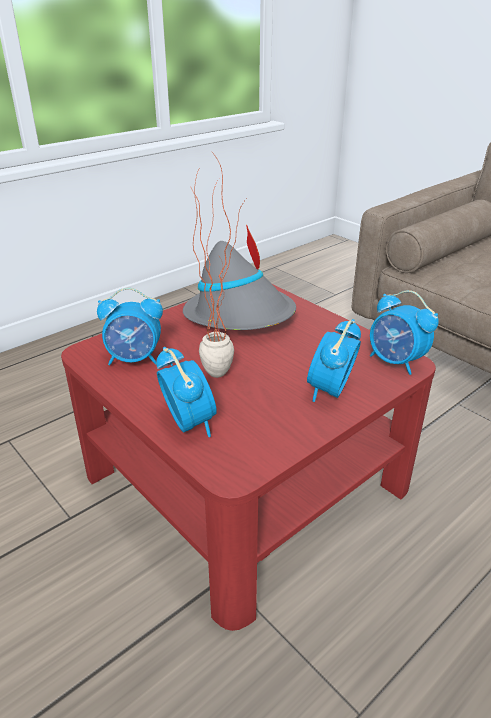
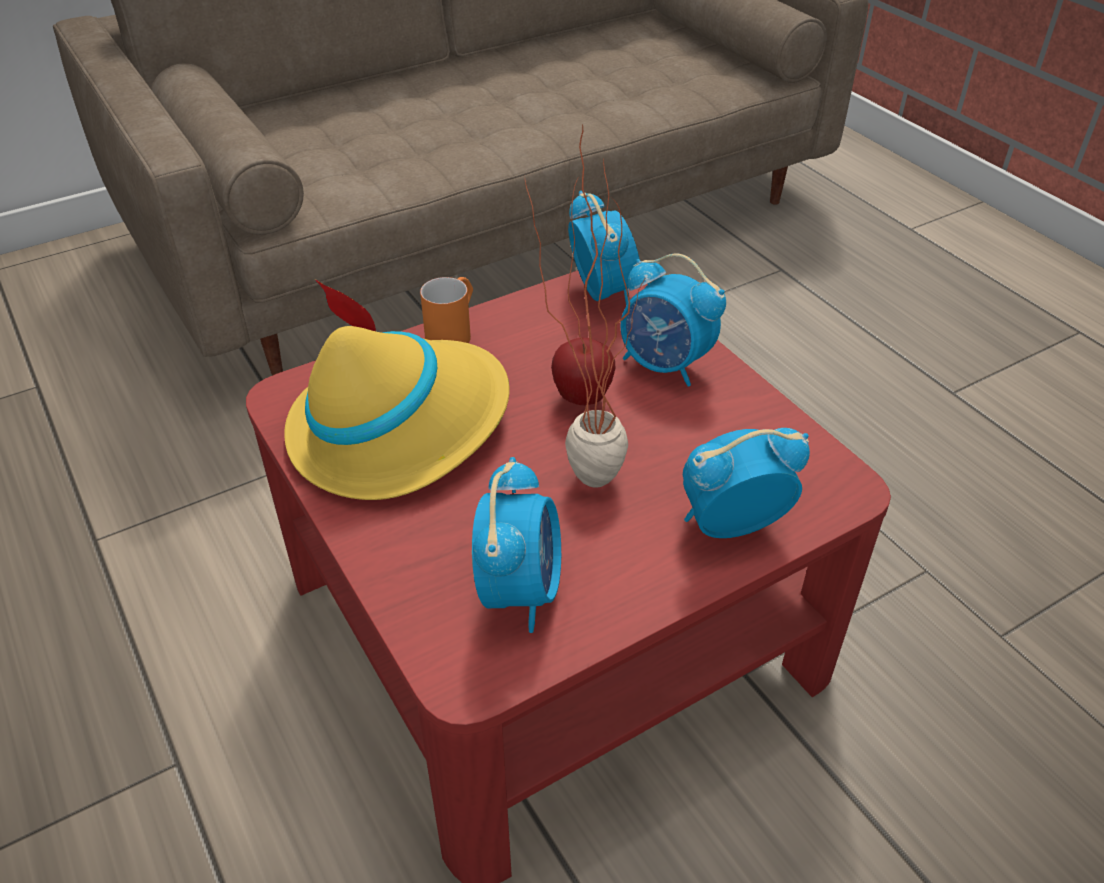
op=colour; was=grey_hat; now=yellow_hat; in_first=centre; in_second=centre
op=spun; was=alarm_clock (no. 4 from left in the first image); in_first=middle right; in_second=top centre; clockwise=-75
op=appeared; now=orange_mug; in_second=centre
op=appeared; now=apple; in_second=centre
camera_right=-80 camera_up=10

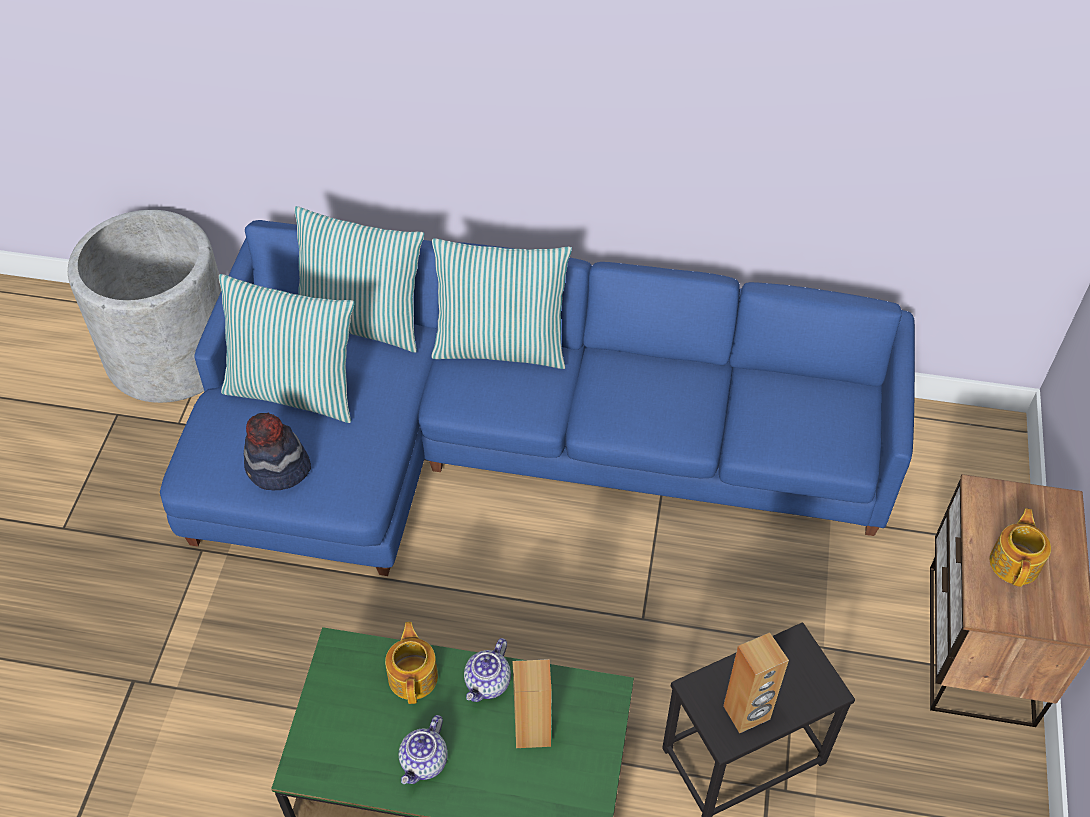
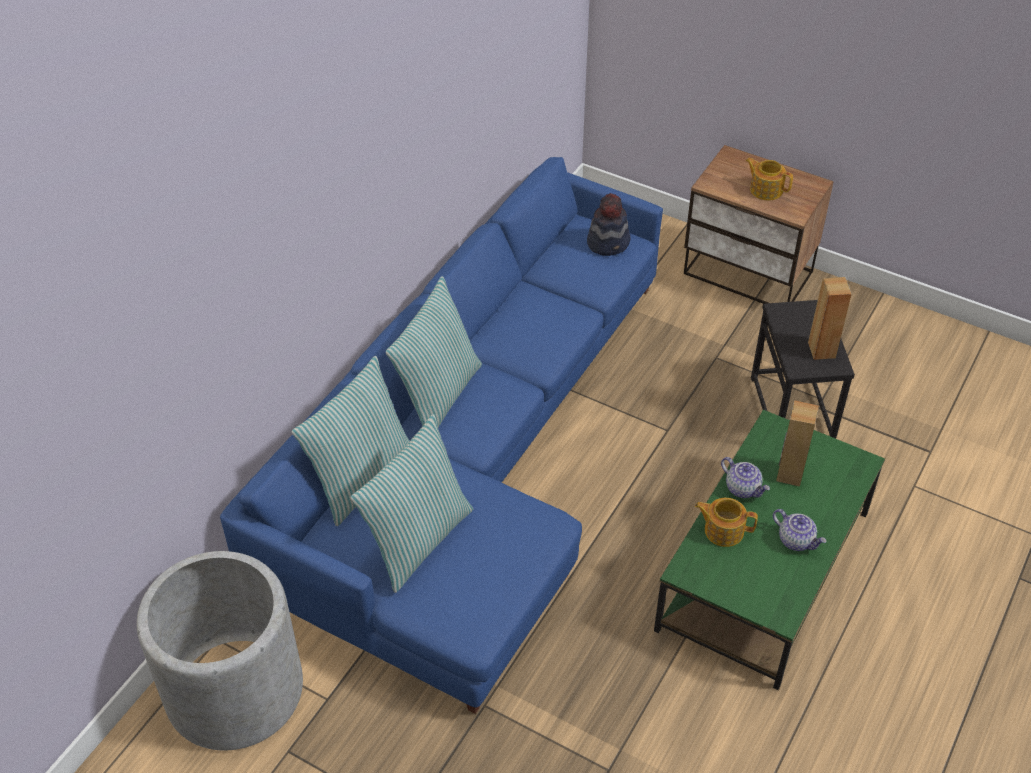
op=relocated; was=hat; in_first=middle left; in_second=top centre
camera_right=-70 camera_up=-5

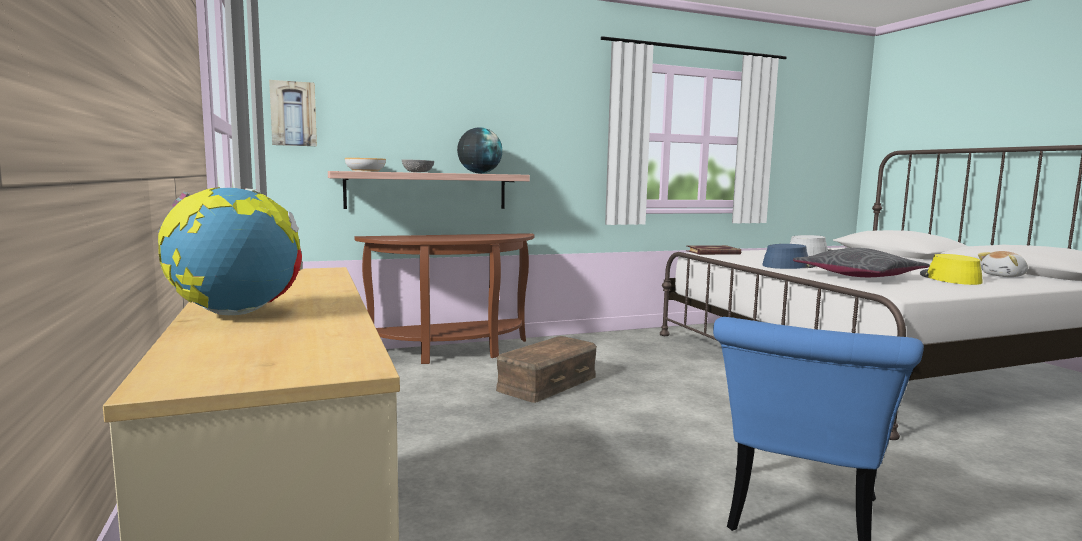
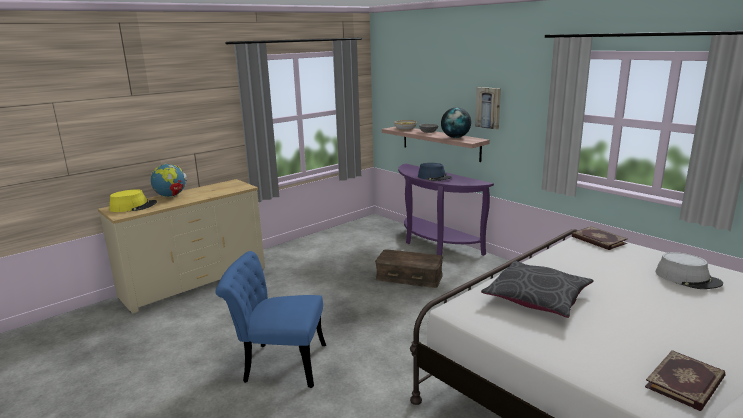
op=relocated; was=picture; in_first=top left; in_second=top centre
op=colour; was=brown_console_table; now=purple_console_table; in_first=centre; in_second=centre
op=relocated; was=blue_hat; in_first=middle right; in_second=centre
op=relocated; was=yellow_hat; in_first=middle right; in_second=middle left
op=exchanged; was=plush_toy; now=book (no. 2 from left); in_first=middle right; in_second=bottom right
camera_right=70 camera_up=10

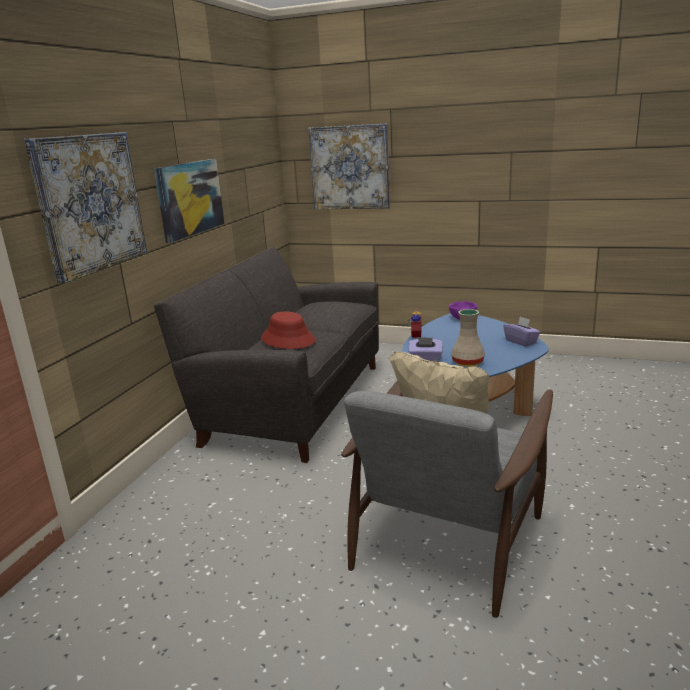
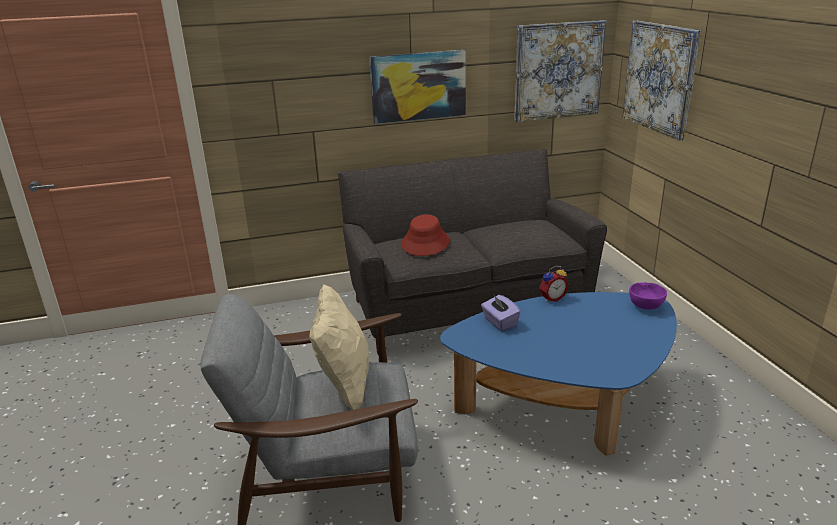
op=relocated; was=picture (no. 1 from left in the first image); now=picture (no. 2 from left); in_first=top left; in_second=top right
op=missing; was=beige_vase; in_first=middle right
op=missing; was=purple_tissue_box (no. 2 from left); in_first=middle right
camera_right=55 camera_up=5

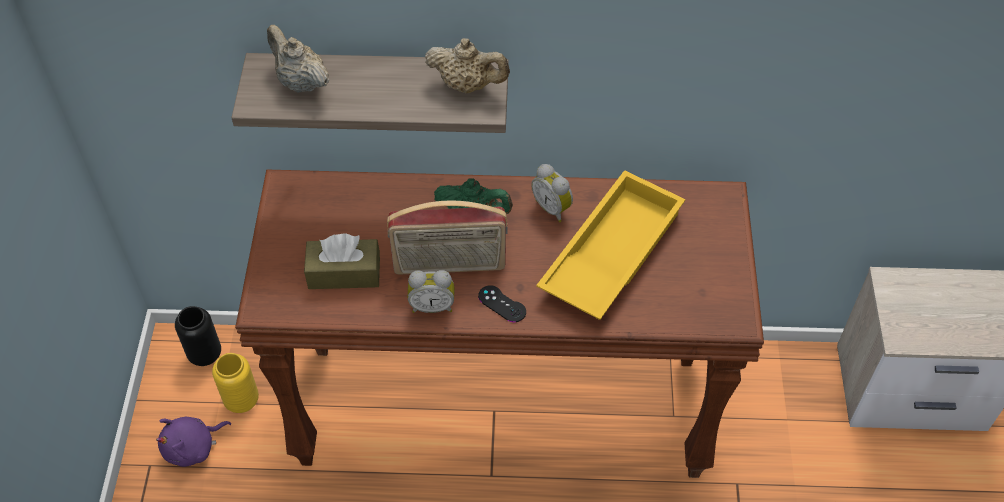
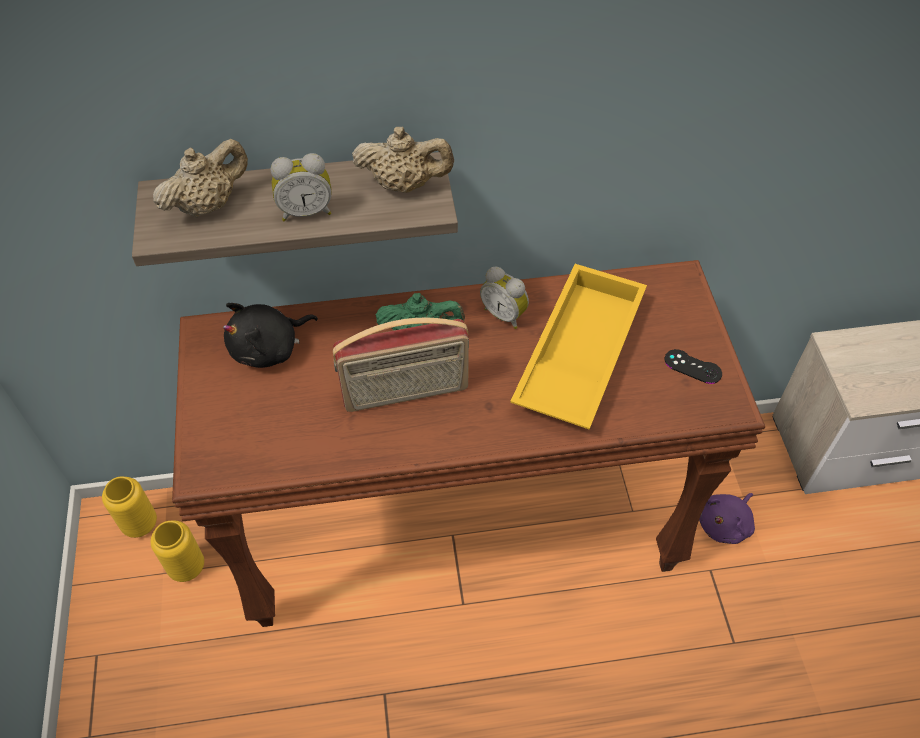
op=relocated; was=purple_plush_toy; in_first=bottom left; in_second=bottom right
op=colour; was=black_vase; now=yellow_vase (no. 1 from left); in_first=bottom left; in_second=bottom left
op=spun; was=beige_teapot (no. 1 from left); in_first=top left; in_second=top left; clockwise=105
op=missing; was=brown_tissue_box; in_first=centre
op=relocated; was=alarm_clock (no. 1 from left); in_first=centre; in_second=top left
op=relocated; was=black_game_controller; in_first=centre; in_second=middle right
op=appeared; now=black_plush_toy; in_second=middle left
camera_right=-10 camera_up=0

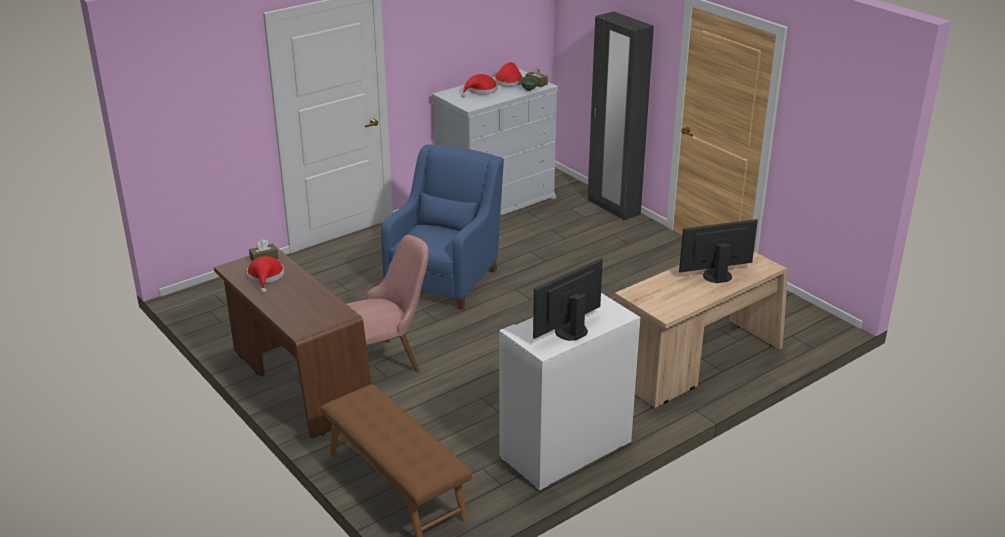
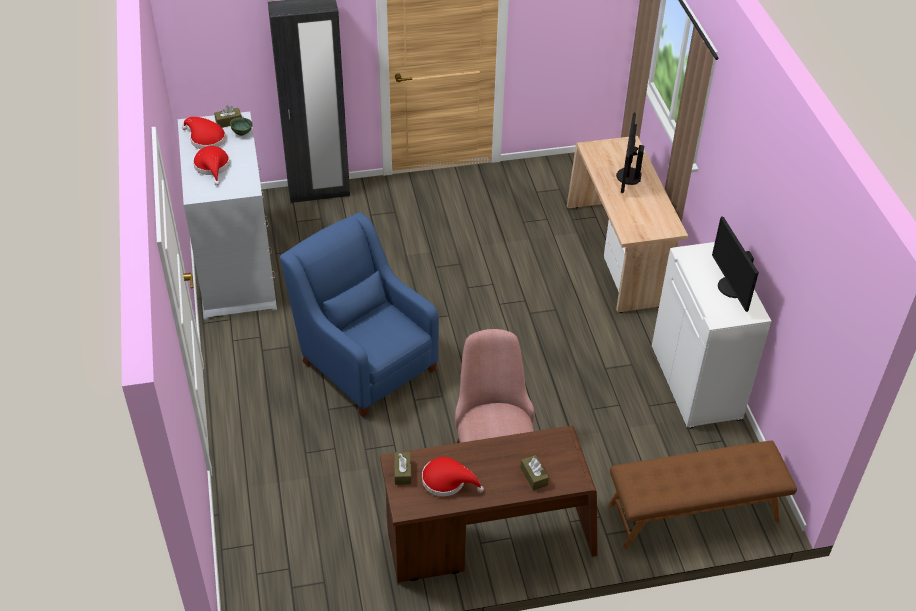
op=appeared; now=brown_tissue_box (no. 3 from left); in_second=bottom centre
camera_right=-65 camera_up=15

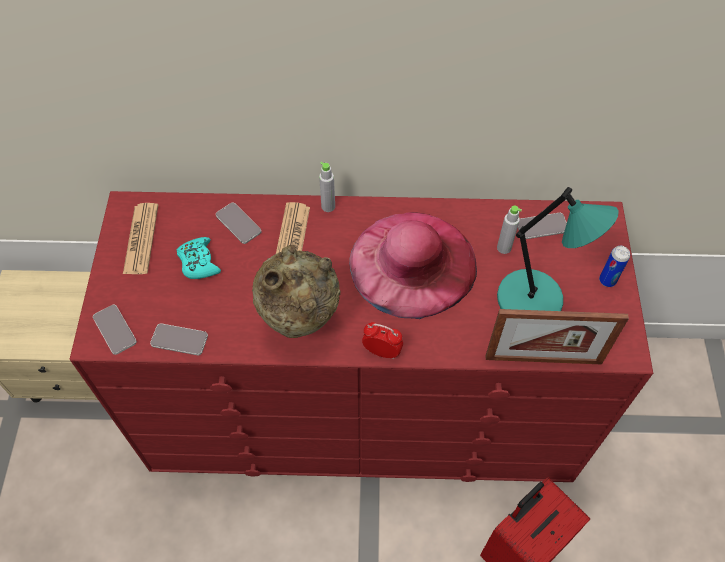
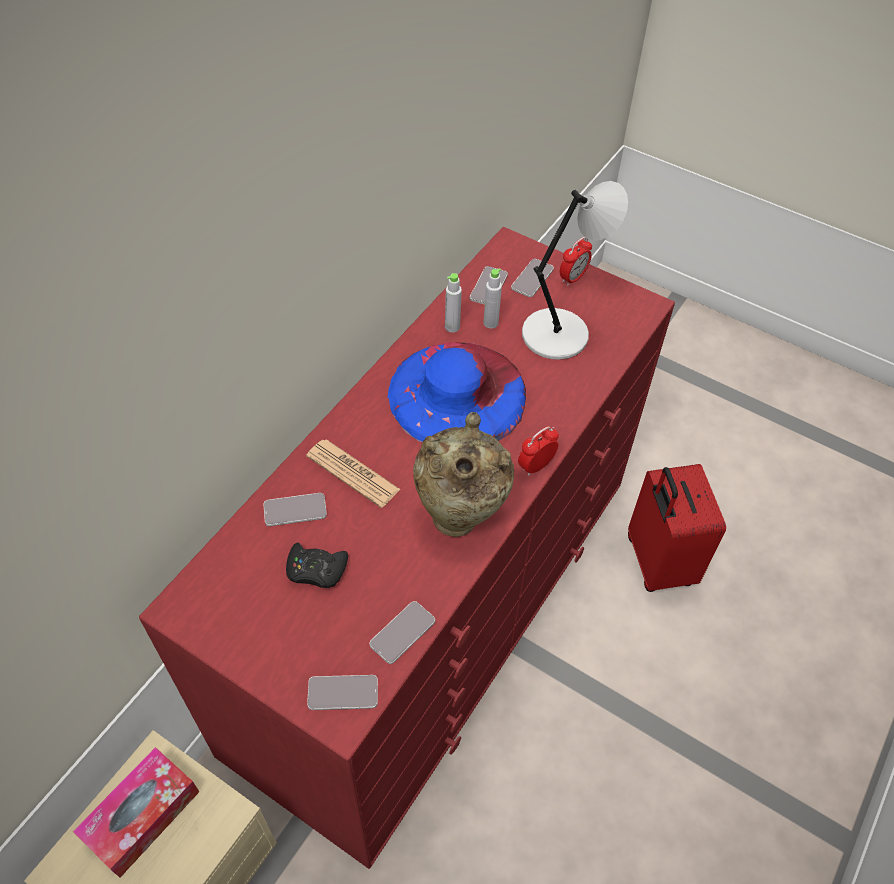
op=missing; was=newspaper (no. 1 from left); in_first=middle left
op=colour; was=turquoise_game_controller; now=black_game_controller; in_first=middle left; in_second=centre
op=relocated; was=grey_bottle (no. 1 from left); in_first=top centre; in_second=centre
op=colour; was=pink_hat; now=blue_hat; in_first=centre; in_second=centre
op=missing; was=picture_frame; in_first=middle right
op=colour; was=turquoise_table_lamp; now=grey_table_lamp; in_first=middle right; in_second=top centre
op=exchanged; was=can; now=alarm_clock (no. 2 from left); in_first=middle right; in_second=top centre
op=appeared; now=tissue_box; in_second=bottom left
op=appeared; now=phone (no. 5 from left); in_second=top centre
camera_right=-60 camera_up=-5

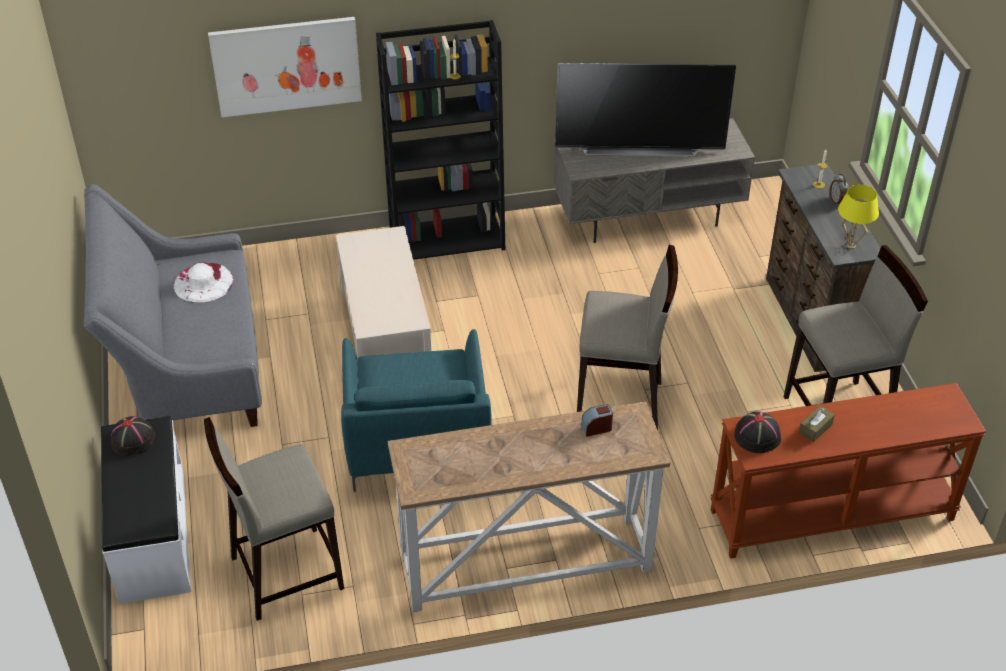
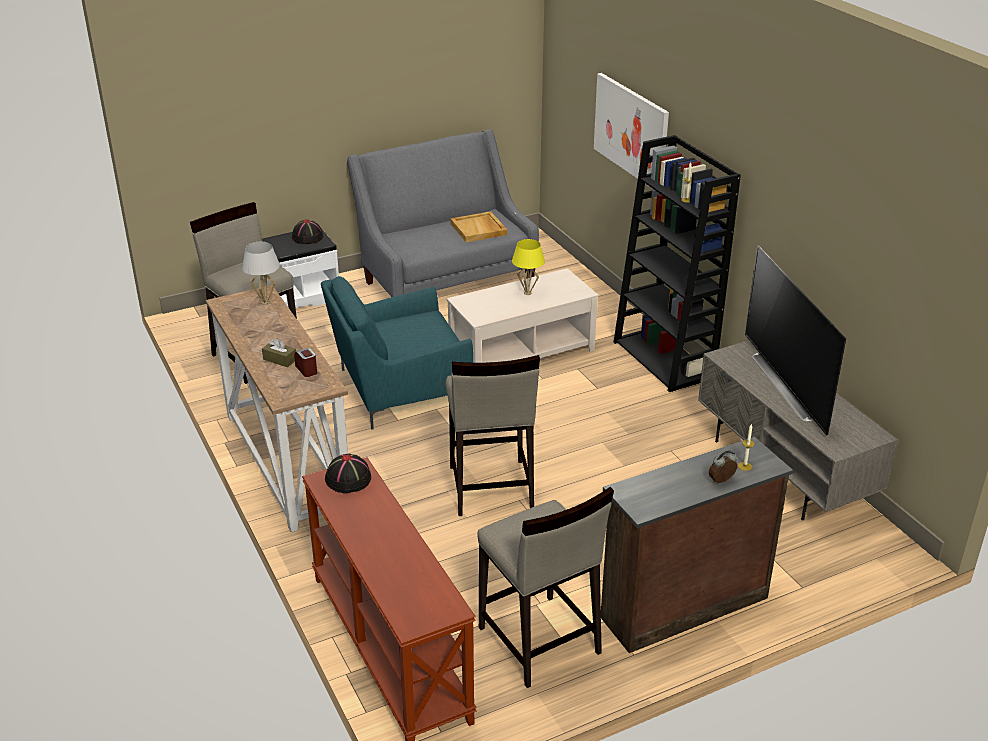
op=exchanged; was=white_hat; now=beige_tray; in_first=middle left; in_second=top centre
op=relocated; was=brown_tissue_box; in_first=middle right; in_second=middle left
op=relocated; was=yellow_table_lamp; in_first=top right; in_second=centre
op=appeared; now=white_table_lamp; in_second=middle left
camera_right=75 camera_up=-10

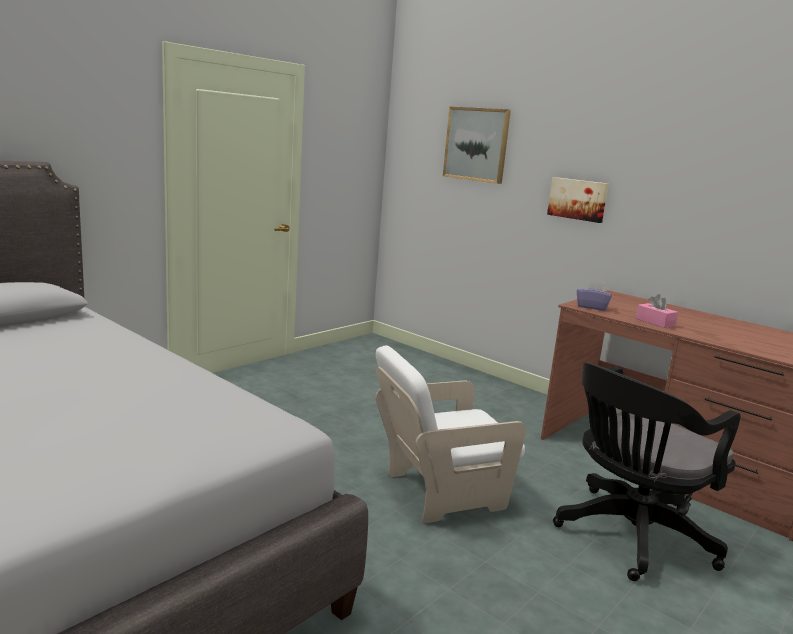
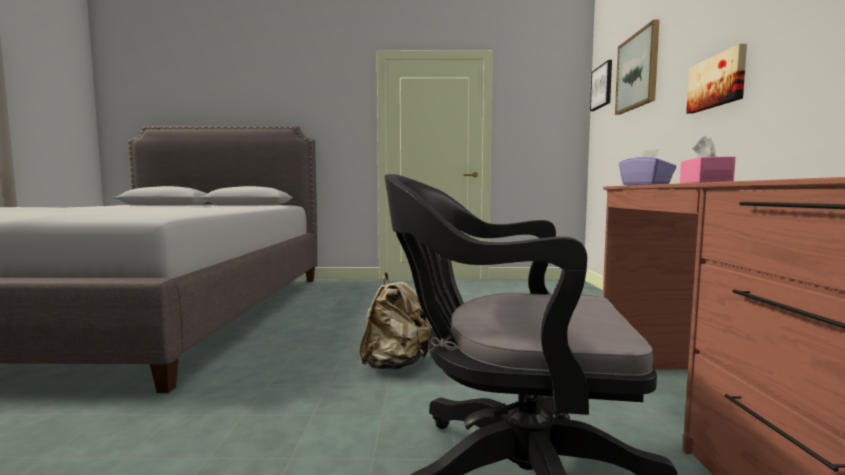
op=exchanged; was=white_armchair; now=beige_backpack; in_first=bottom centre; in_second=bottom centre
op=appeared; now=picture (no. 1 from left); in_second=top right
camera_right=50 camera_up=-10

